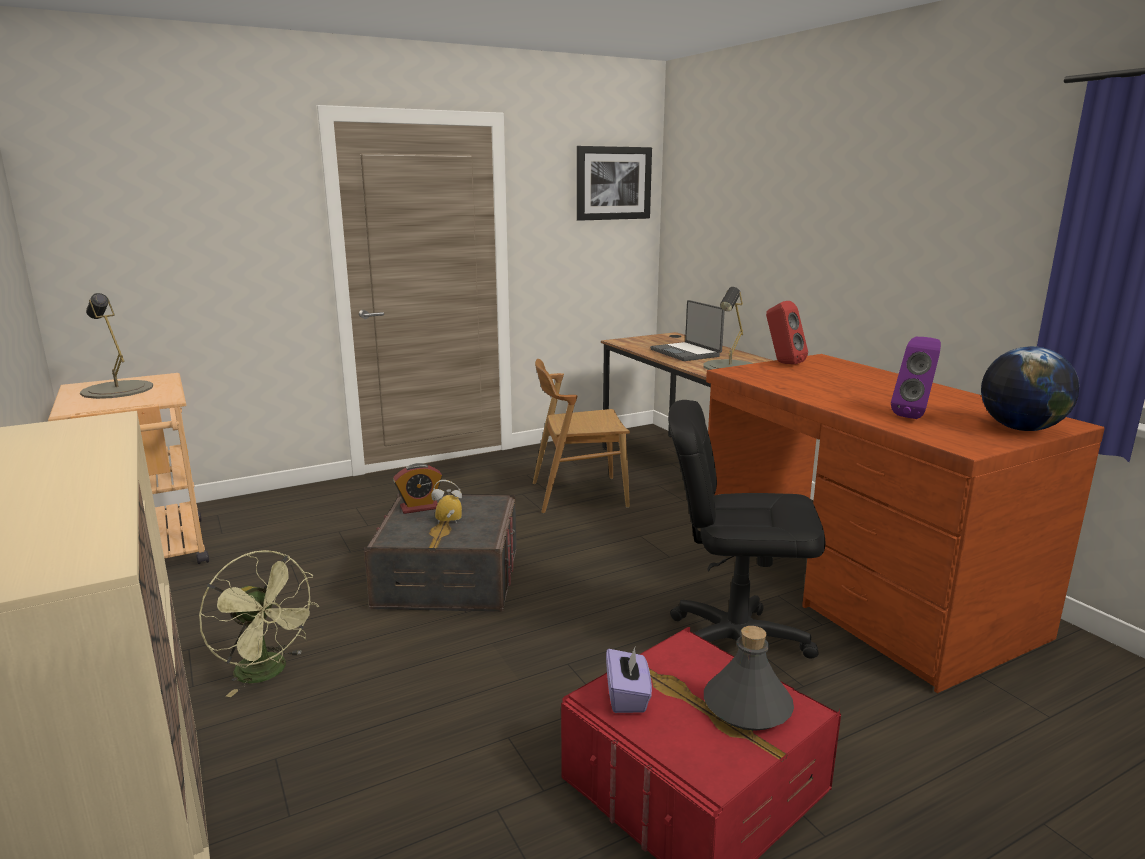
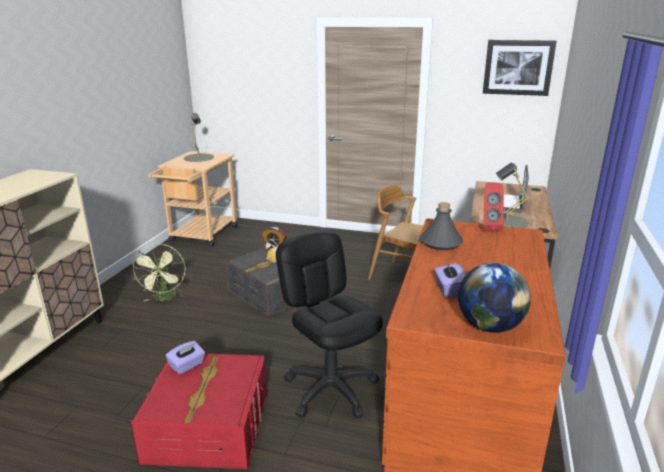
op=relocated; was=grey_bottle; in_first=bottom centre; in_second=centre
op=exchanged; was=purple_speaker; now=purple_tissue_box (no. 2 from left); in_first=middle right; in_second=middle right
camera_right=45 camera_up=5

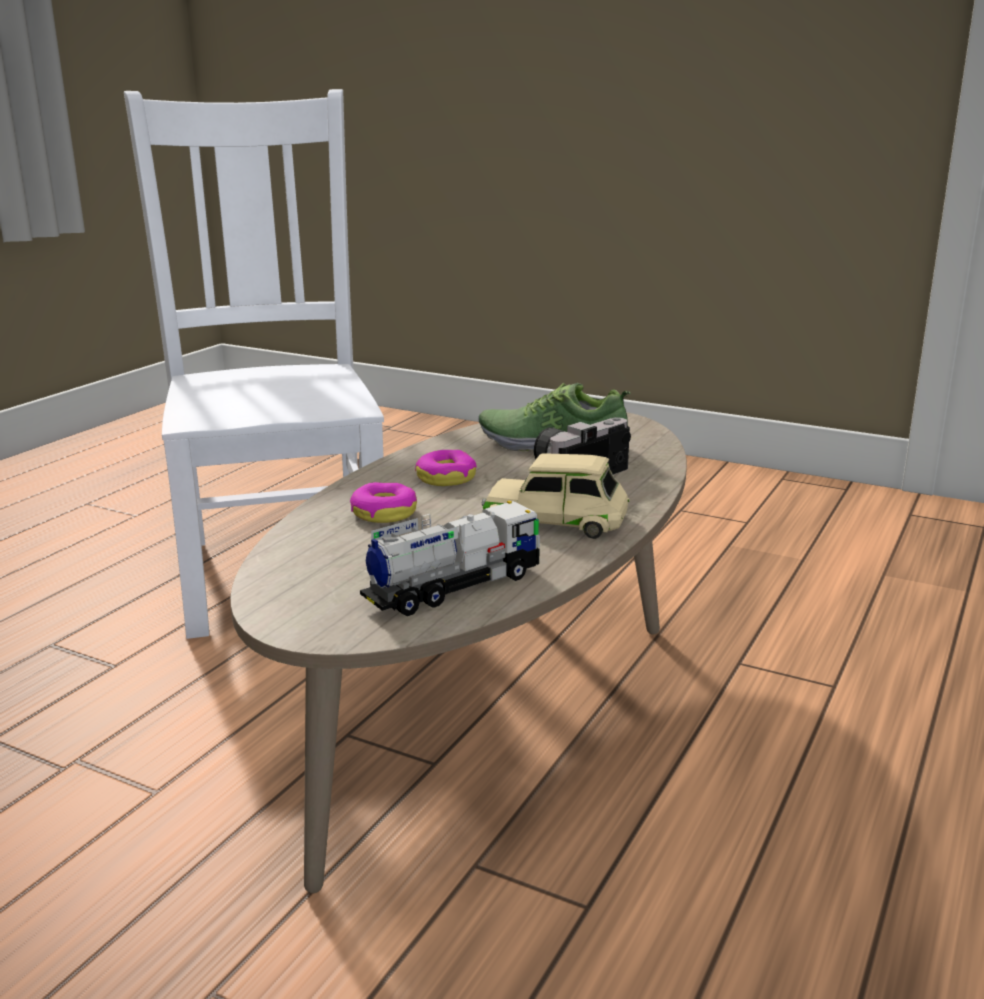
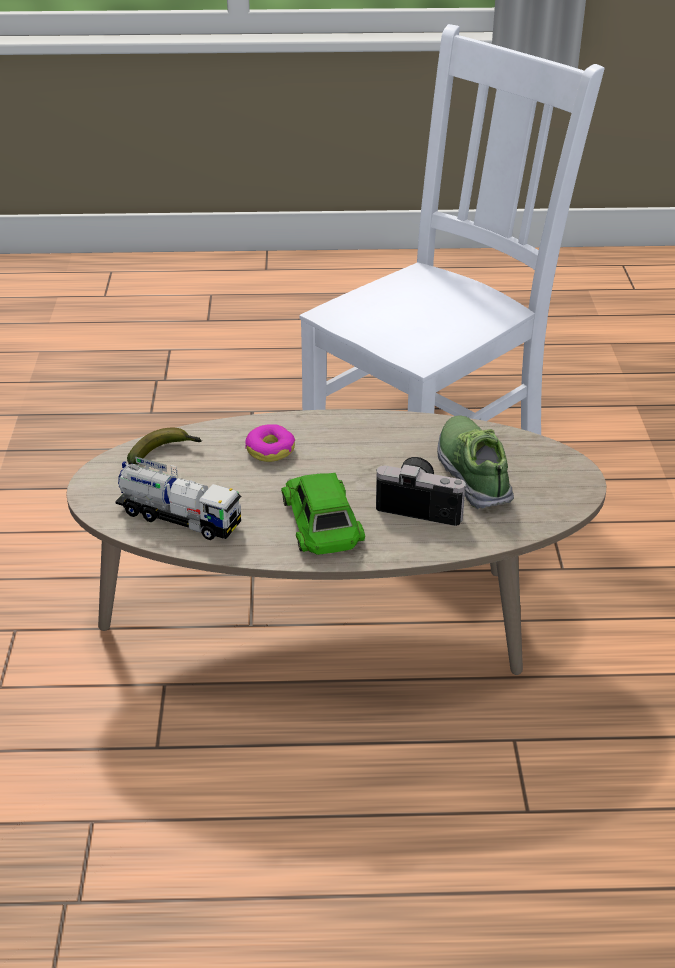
op=missing; was=donut (no. 2 from left); in_first=centre
op=colour; was=beige_toy_car; now=green_toy_car; in_first=centre; in_second=centre
op=appeared; now=banana; in_second=middle left
camera_right=60 camera_up=15

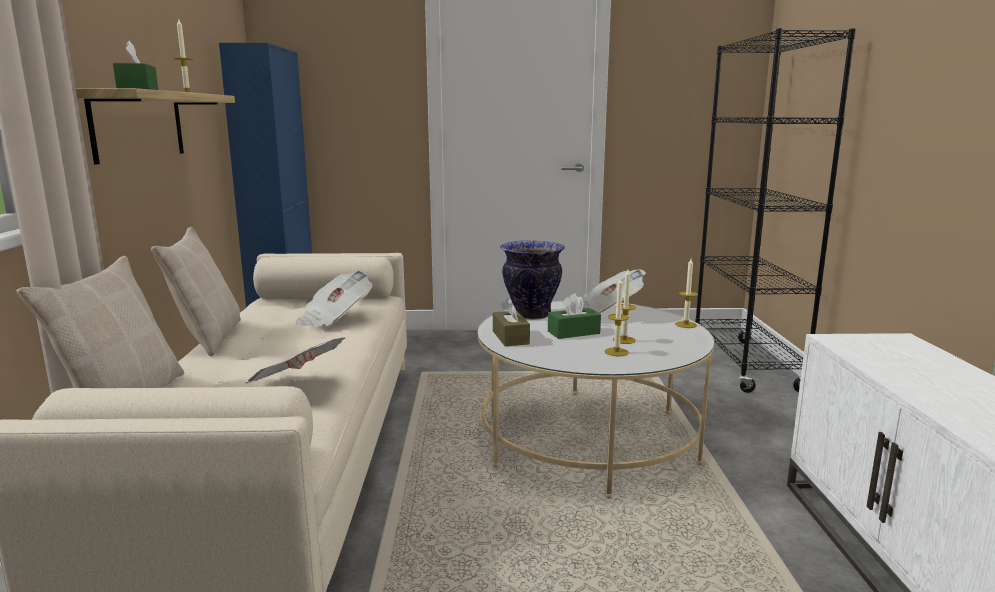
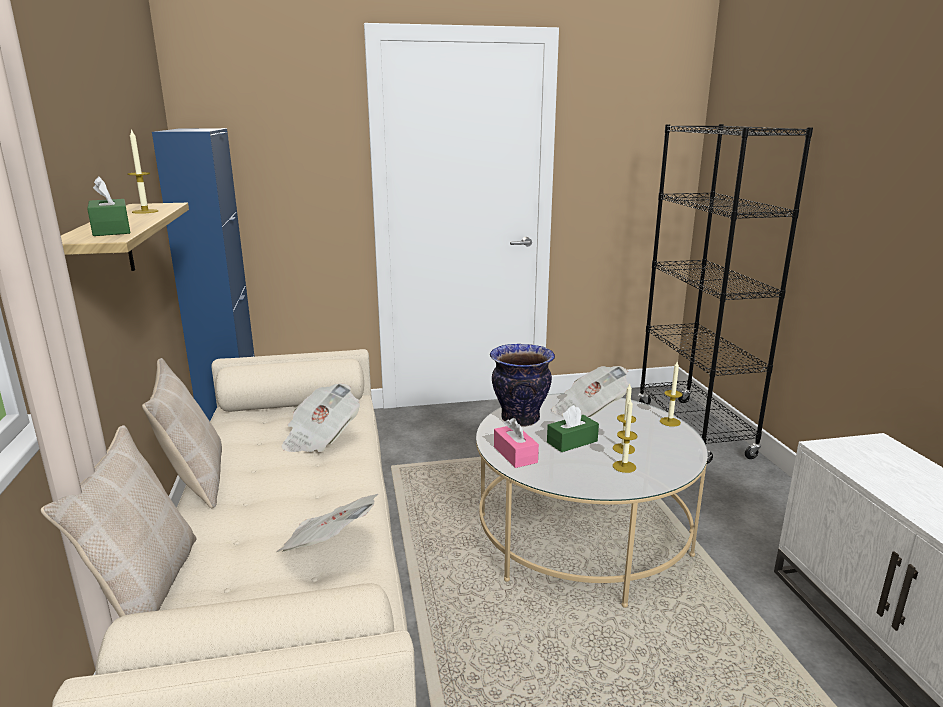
op=colour; was=brown_tissue_box; now=pink_tissue_box; in_first=centre; in_second=centre
camera_right=-10 camera_up=5

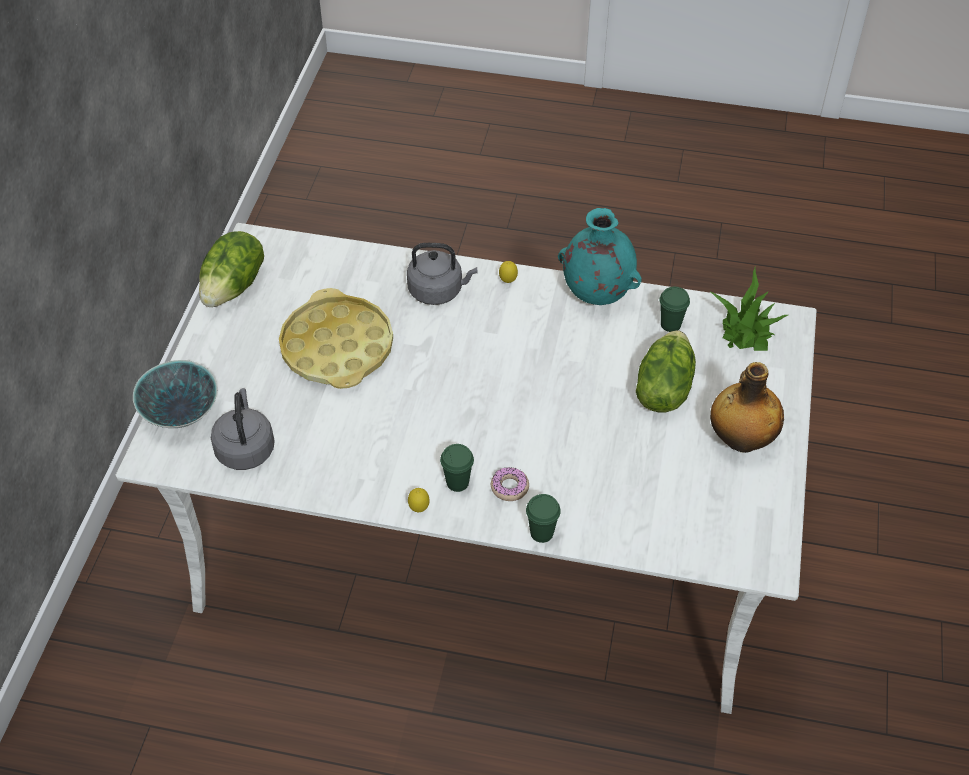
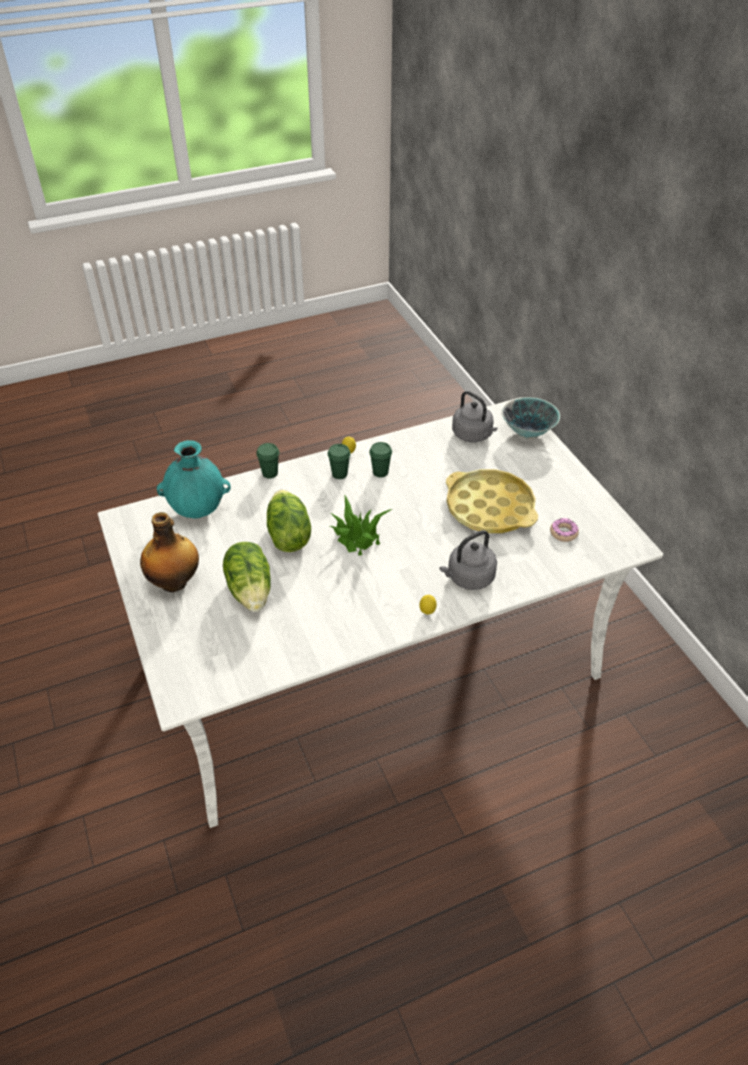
op=relocated; was=lettuce (no. 1 from left in the first image); now=lettuce (no. 2 from left); in_first=middle left; in_second=centre
op=relocated; was=donut; in_first=centre; in_second=middle right
op=relocated; was=turquoise_vase; in_first=top centre; in_second=middle left
op=relocated; was=green_cup (no. 3 from left); in_first=middle right; in_second=centre
op=relocated; was=potted_plant; in_first=middle right; in_second=centre
camera_right=145 camera_up=-5

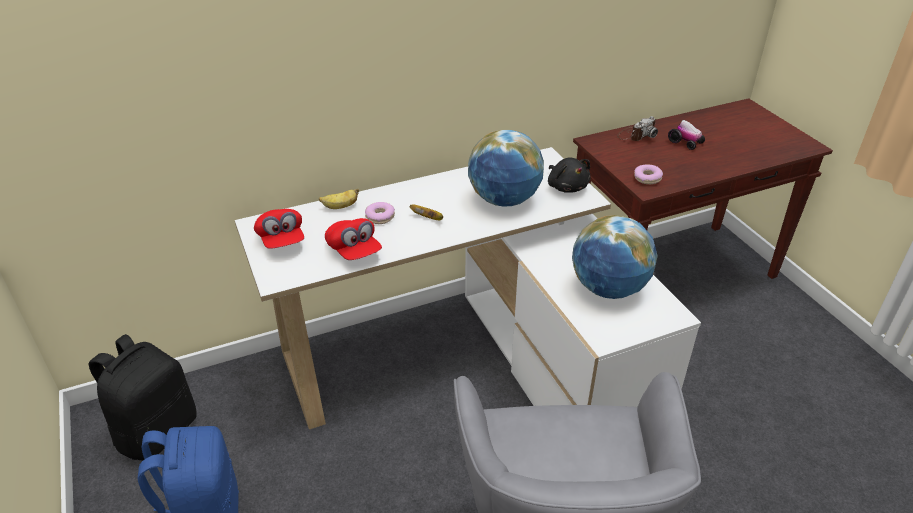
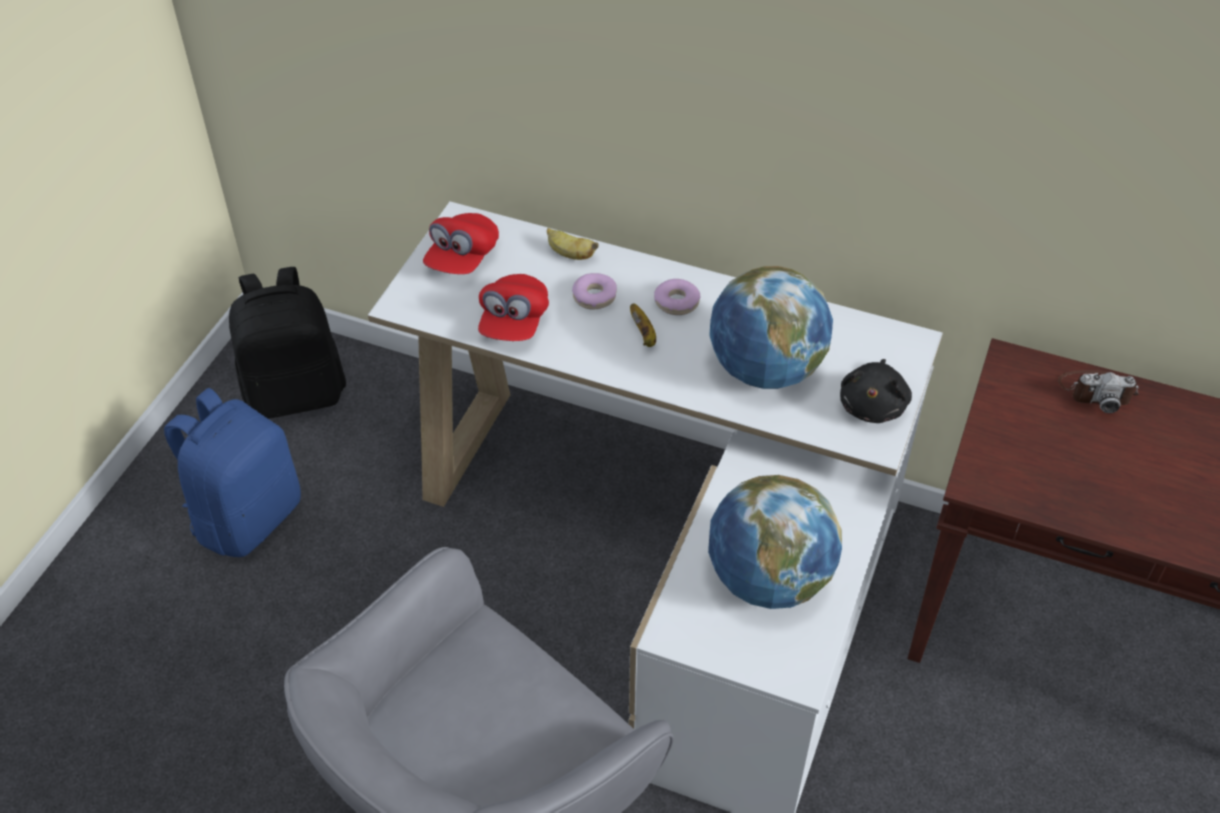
op=relocated; was=donut (no. 2 from left); in_first=middle right; in_second=centre
op=missing; was=toy_car; in_first=top right
camera_right=45 camera_up=10

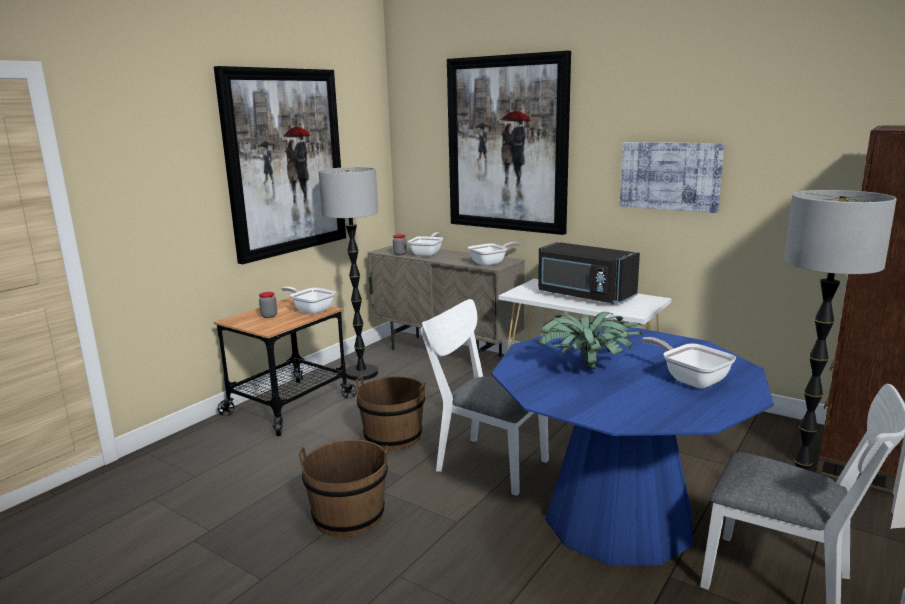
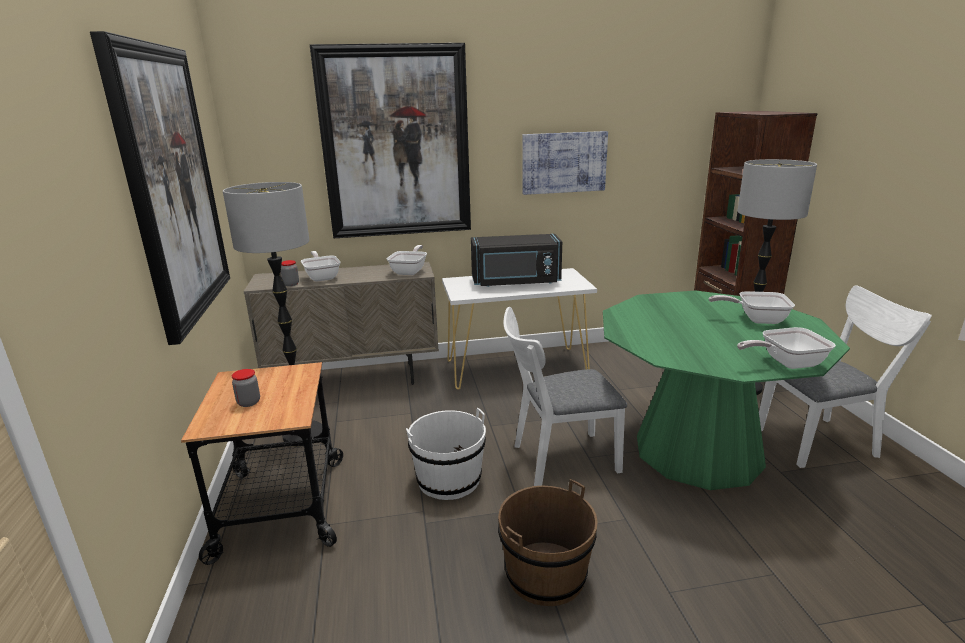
op=relocated; was=frying_pan (no. 1 from left in the first image); now=frying_pan (no. 4 from left); in_first=centre; in_second=middle right
op=colour; was=brown_bucket (no. 2 from left); now=white_bucket; in_first=bottom centre; in_second=bottom centre
op=colour; was=blue_dining_table; now=green_dining_table; in_first=bottom right; in_second=middle right
op=missing; was=potted_plant; in_first=centre
camera_right=-45 camera_up=5

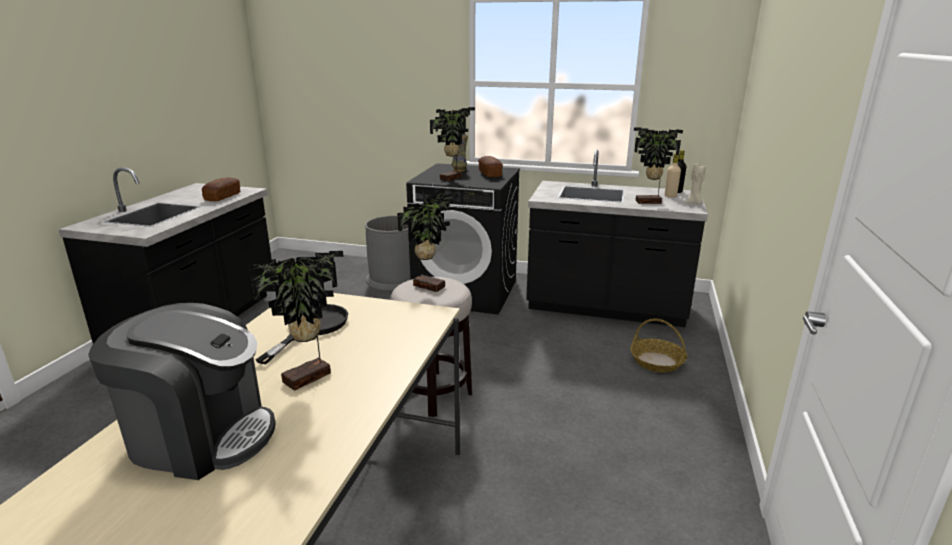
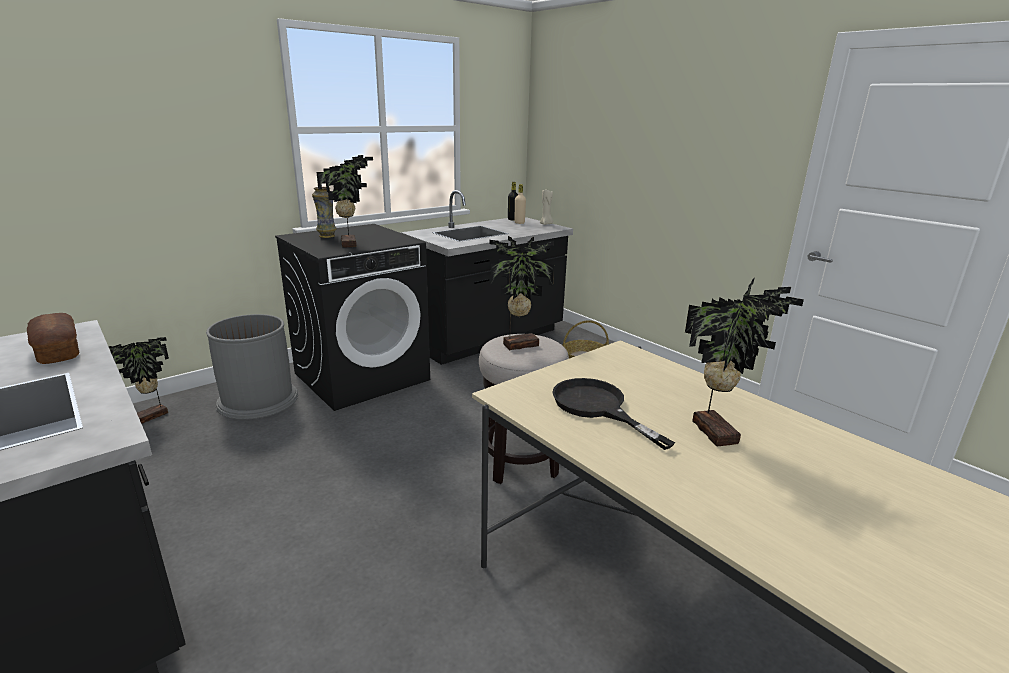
op=missing; was=coffee_machine; in_first=bottom left
op=missing; was=bread (no. 2 from left); in_first=top centre
op=relocated; was=potted_plant (no. 4 from left in the first image); now=potted_plant (no. 1 from left); in_first=top right; in_second=middle left
camera_right=-55 camera_up=0

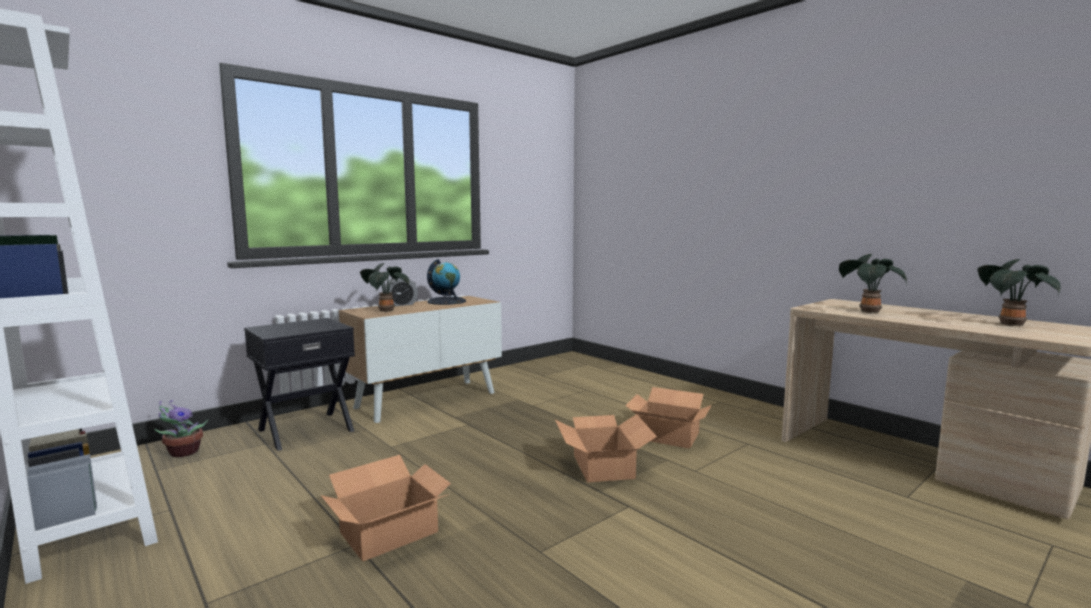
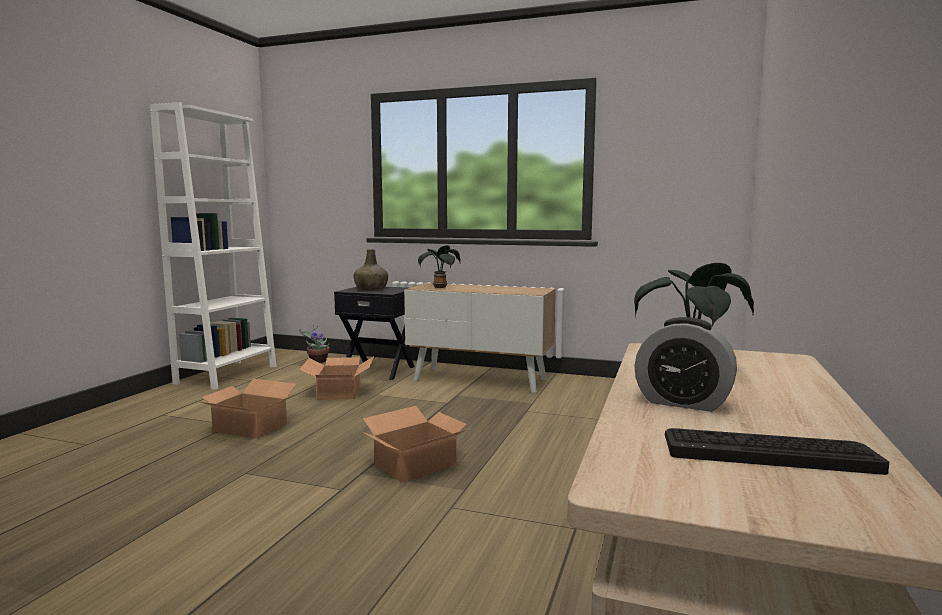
op=relocated; was=alarm_clock; in_first=centre; in_second=middle right
op=missing; was=globe; in_first=centre
op=relocated; was=cardboard_box (no. 3 from left in the first image); now=cardboard_box (no. 2 from left); in_first=bottom centre; in_second=centre
op=exchanged; was=potted_plant (no. 4 from left); now=keyboard; in_first=middle right; in_second=bottom right
op=appeared; now=green_bottle; in_second=centre
camera_right=60 camera_up=0

